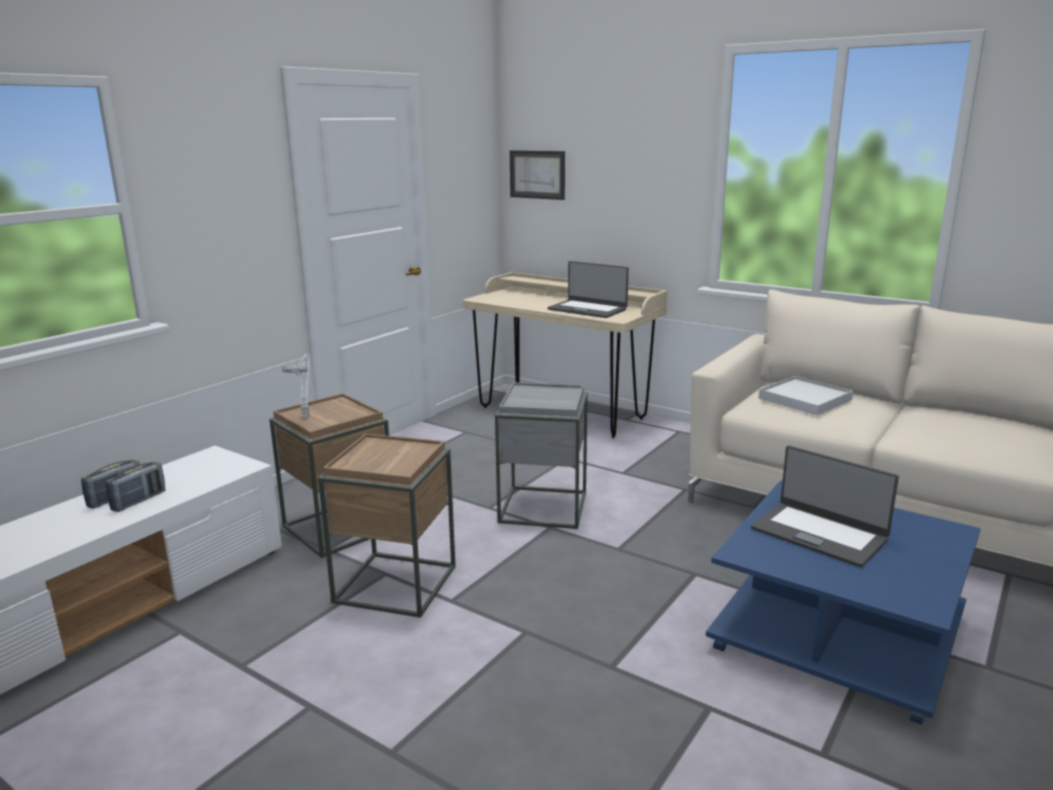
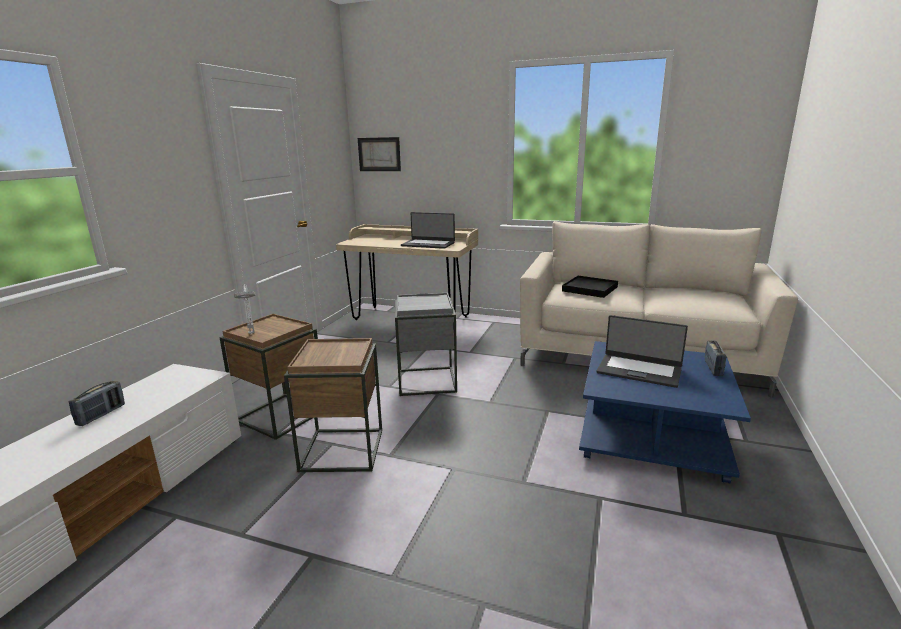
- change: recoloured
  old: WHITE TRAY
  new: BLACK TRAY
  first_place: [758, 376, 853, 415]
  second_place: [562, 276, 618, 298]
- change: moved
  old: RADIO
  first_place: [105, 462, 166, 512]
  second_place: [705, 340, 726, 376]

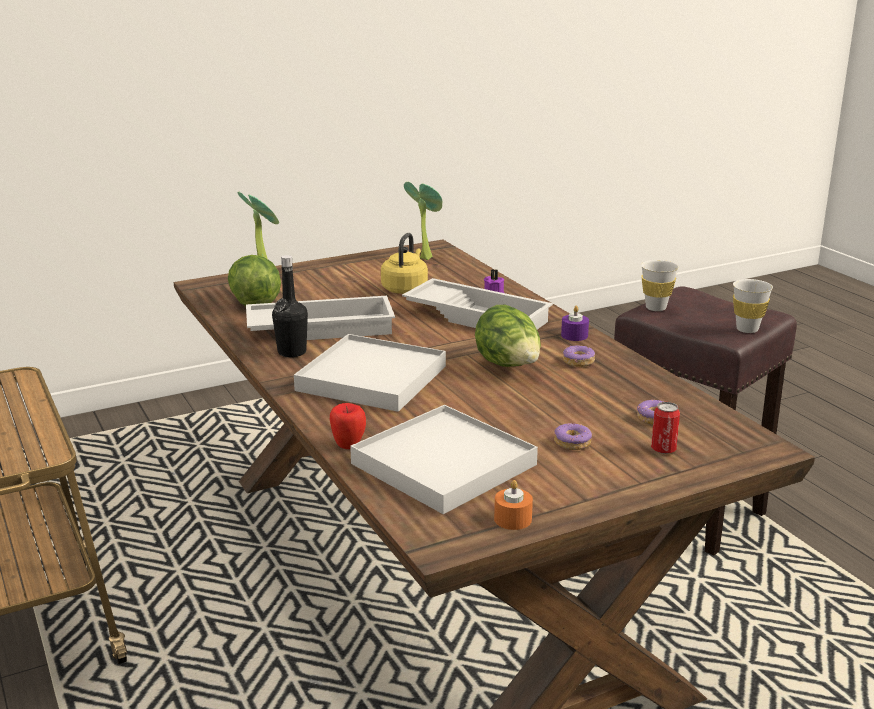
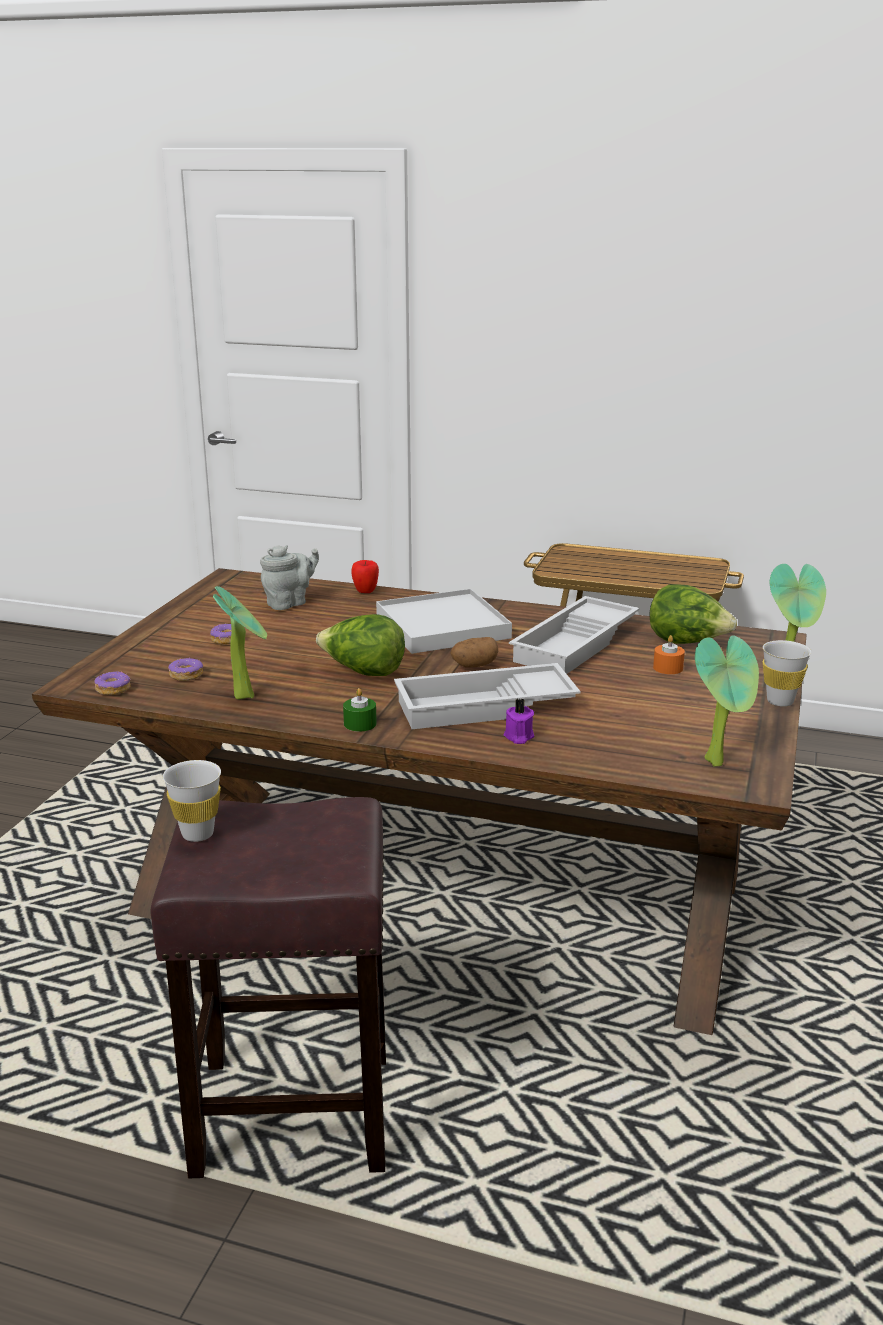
- change: moved
  old: DONUT
  first_place: [563, 345, 595, 367]
  second_place: [94, 672, 131, 695]
- change: added
  new: POTTED PLANT
  second_place: [213, 586, 267, 699]
- change: replaced
  old: WHITE TRAY
  new: GREY TEAPOT
  first_place: [350, 405, 538, 514]
  second_place: [260, 545, 319, 610]
- change: recoloured
  old: PURPLE CANDLE
  new: GREEN CANDLE
  first_place: [561, 306, 589, 341]
  second_place: [343, 688, 377, 732]
- change: added
  new: POTATO
  second_place: [451, 637, 498, 668]
- change: moved
  old: ORANGE CANDLE
  first_place: [494, 480, 533, 530]
  second_place: [653, 635, 685, 674]
- change: moved
  old: WHITE CUP
  first_place: [641, 260, 679, 311]
  second_place: [763, 640, 811, 707]
- change: removed
  old: BLACK BOTTLE
  first_place: [272, 255, 308, 357]
- change: removed
  old: YELLOW KETTLE
  first_place: [381, 233, 428, 294]
- change: removed
  old: CAN
  first_place: [651, 402, 680, 454]

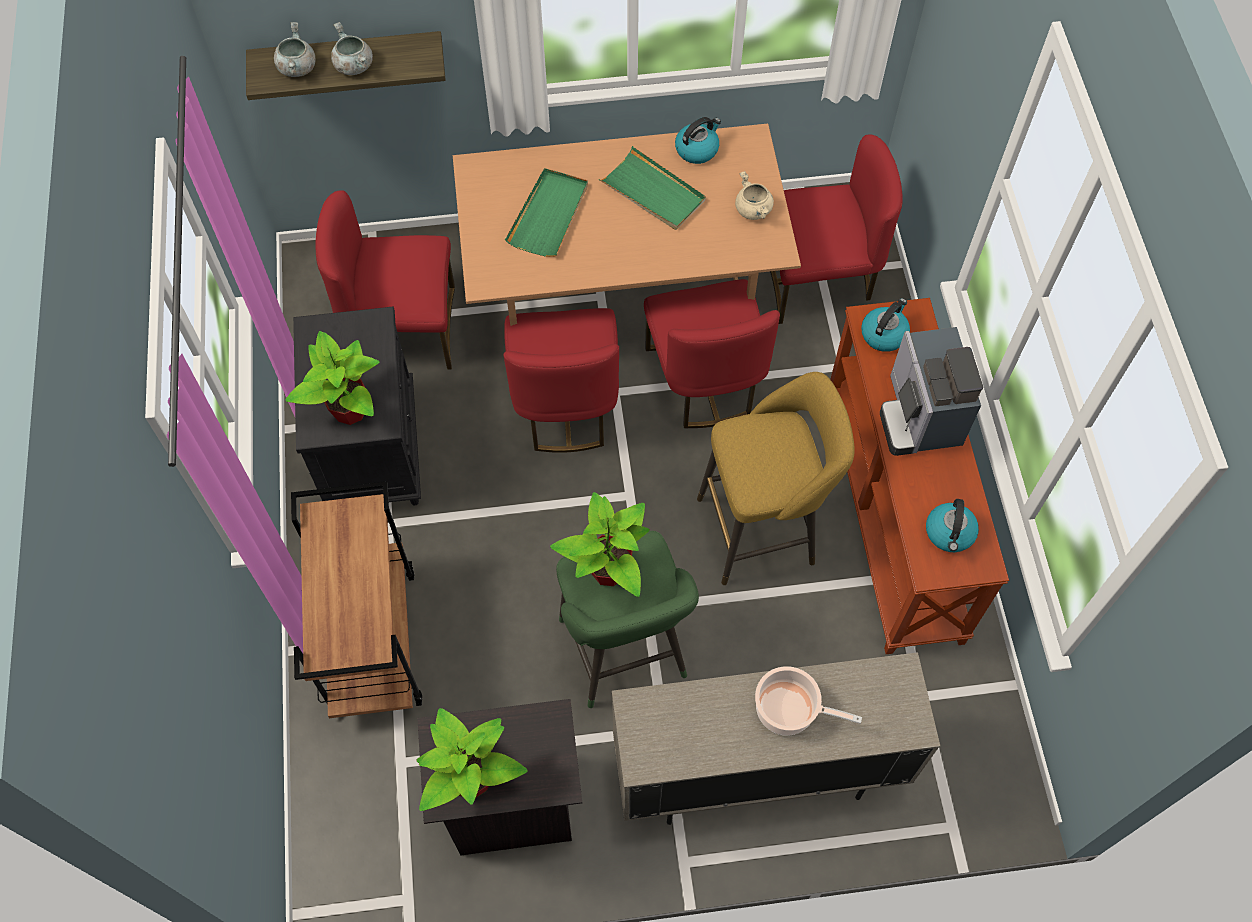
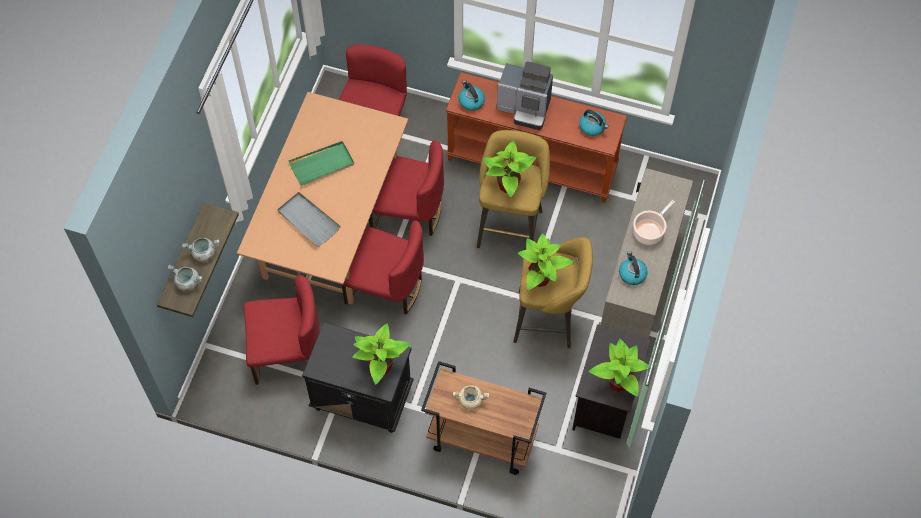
- change: turned
  old: RED CHAIR
  first_place: [316, 190, 455, 370]
  second_place: [243, 275, 320, 385]
  degrees: -120
- change: recoloured
  old: GREEN TRAY
  new: GREY TRAY
  first_place: [505, 168, 588, 257]
  second_place: [277, 192, 341, 247]
- change: moved
  old: BEIGE COOKING POT
  first_place: [735, 171, 774, 220]
  second_place: [453, 385, 489, 409]
- change: added
  new: POTTED PLANT
  second_place: [482, 141, 536, 197]
- change: recoloured
  old: GREEN STOOL
  new: YELLOW STOOL
  first_place: [556, 531, 699, 708]
  second_place: [513, 237, 593, 348]
- change: moved
  old: KETTLE
  first_place: [675, 117, 721, 164]
  second_place: [619, 251, 648, 285]

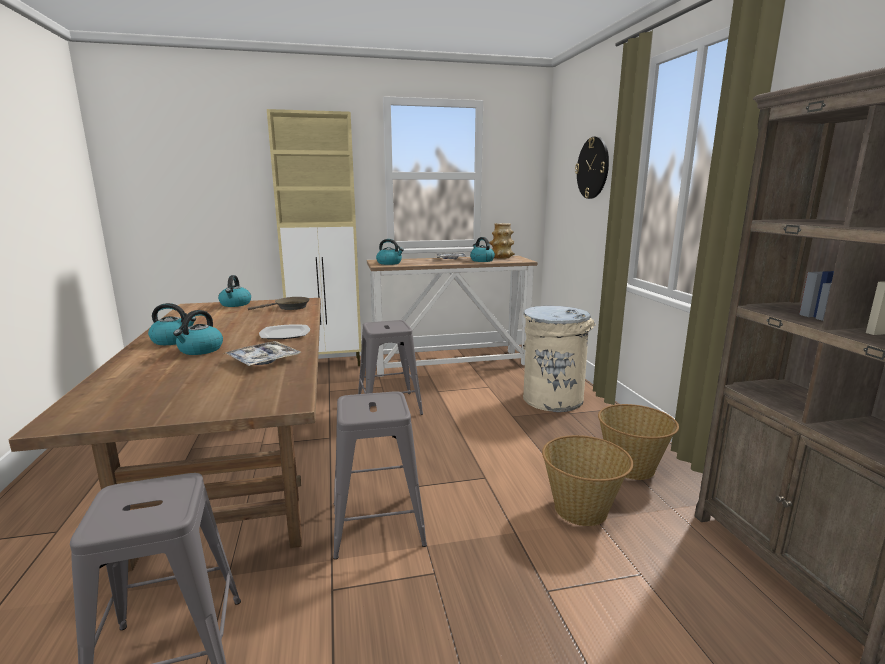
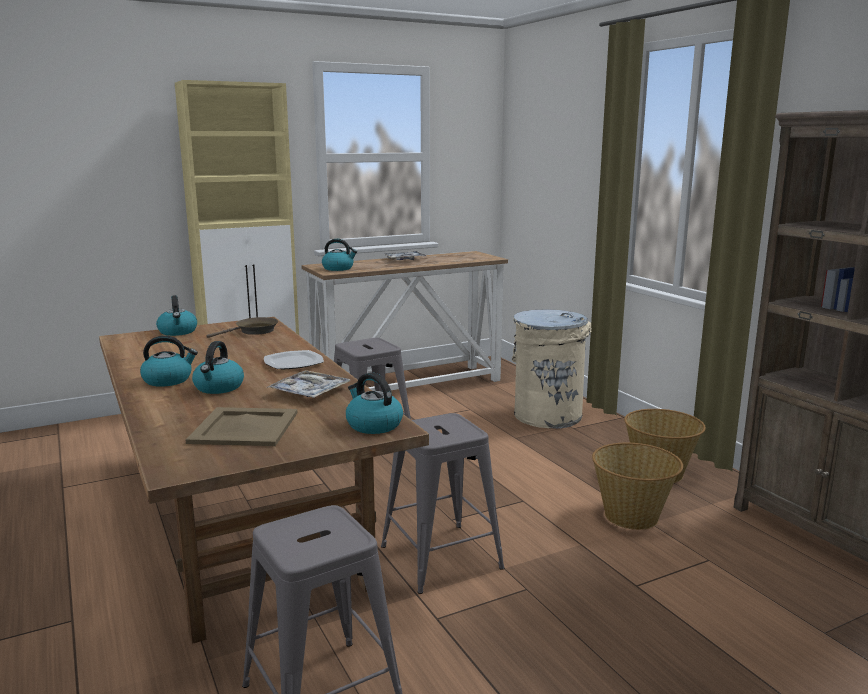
- change: added
  new: BEIGE TRAY
  second_place: [185, 407, 297, 446]
- change: moved
  old: KETTLE
  first_place: [470, 237, 495, 262]
  second_place: [346, 373, 403, 434]
- change: removed
  old: VASE
  first_place: [489, 223, 515, 259]
- change: removed
  old: WALL CLOCK
  first_place: [575, 137, 609, 199]

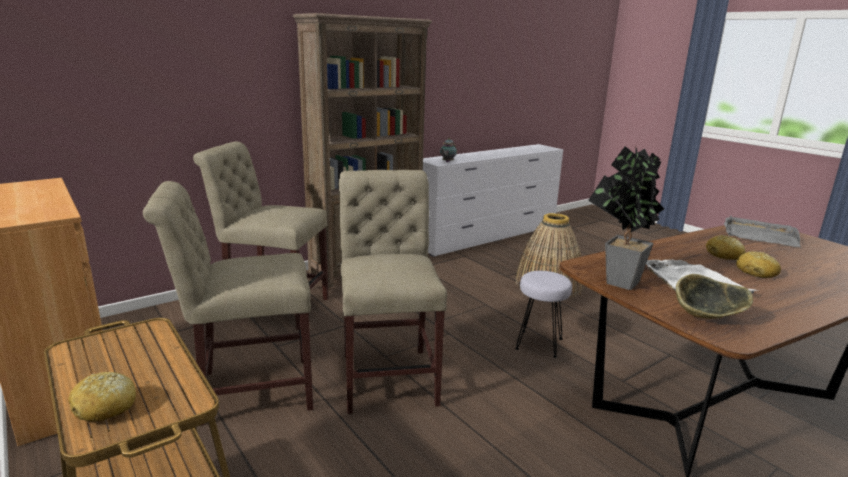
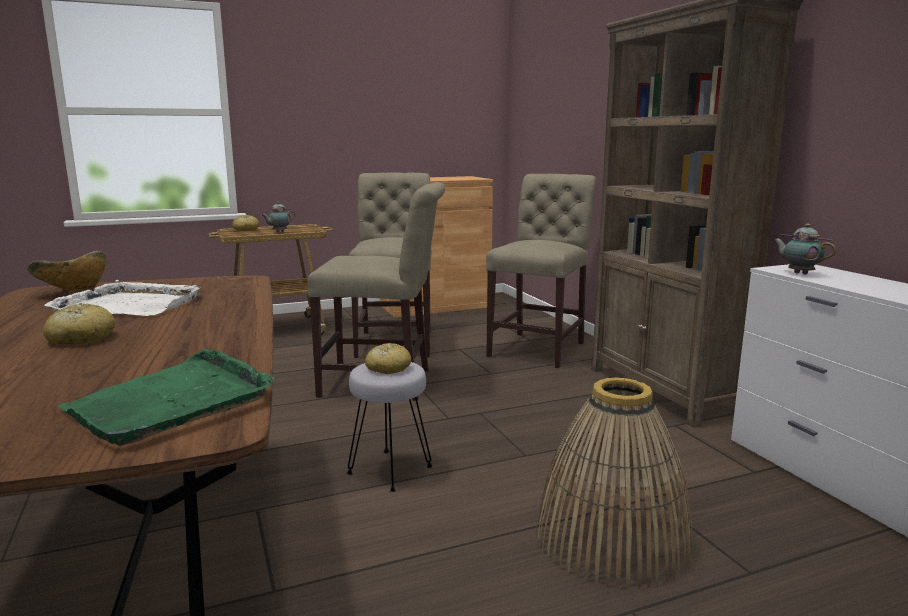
- change: recoloured
  old: GREY TRAY
  new: GREEN TRAY
  first_place: [724, 216, 801, 247]
  second_place: [58, 349, 274, 446]
- change: added
  new: TEAPOT
  second_place: [261, 202, 296, 232]
- change: moved
  old: BREAD
  first_place: [706, 235, 745, 260]
  second_place: [365, 343, 411, 374]
- change: removed
  old: POTTED PLANT
  first_place: [588, 146, 664, 290]

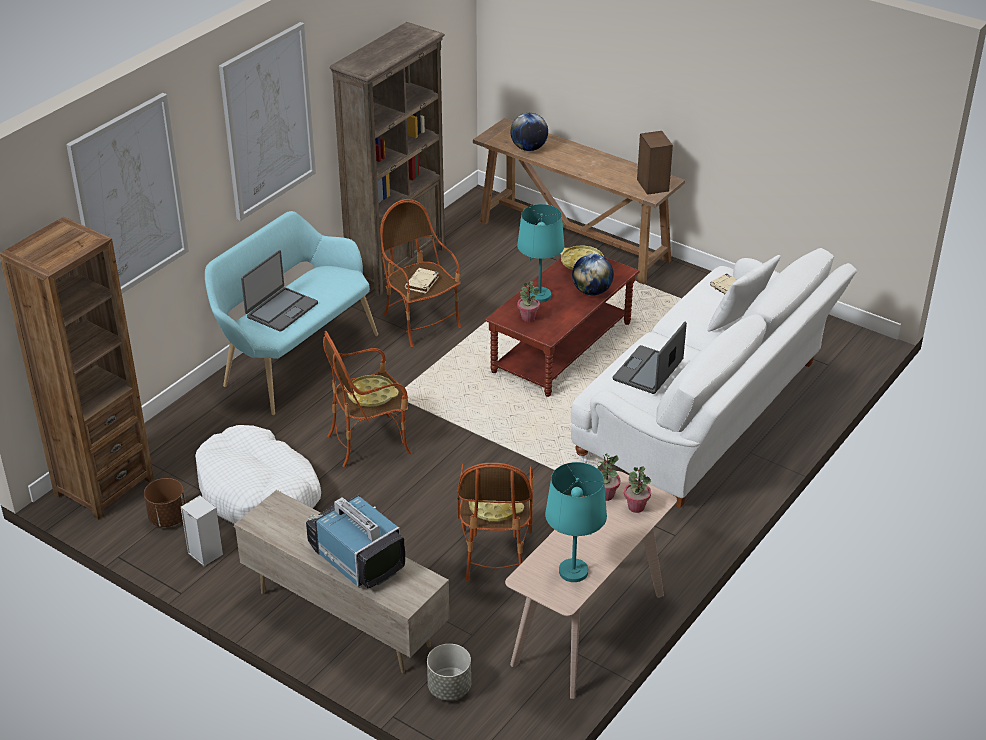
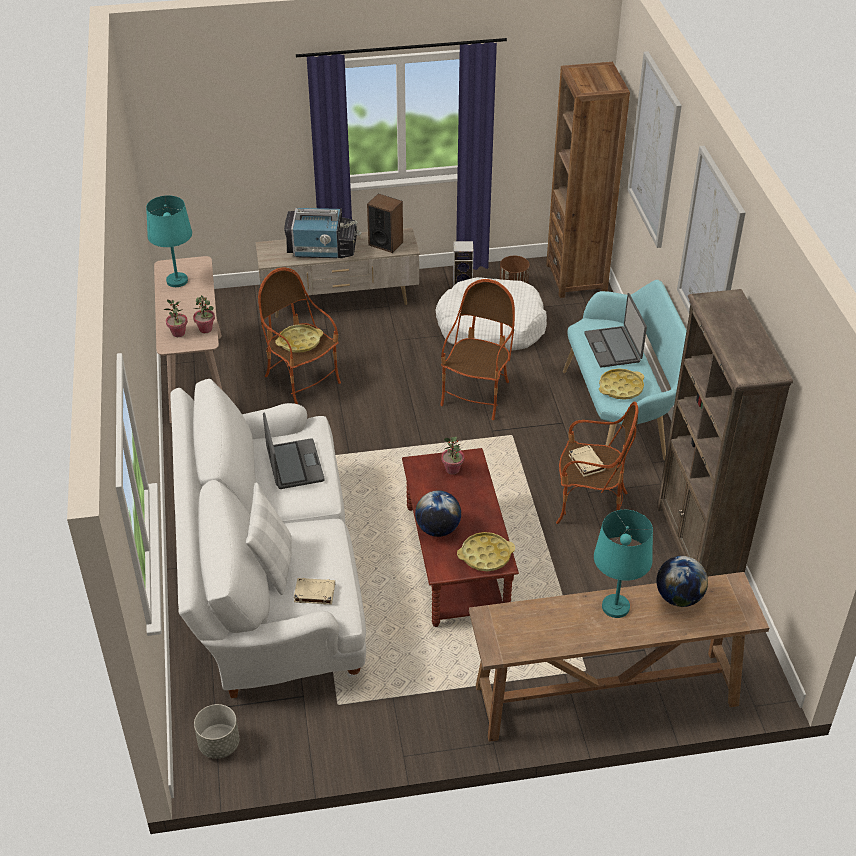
- change: moved
  old: GREY PLANTER
  first_place: [427, 644, 471, 700]
  second_place: [194, 704, 239, 759]
- change: moved
  old: SPEAKER
  first_place: [637, 131, 673, 195]
  second_place: [367, 194, 403, 253]
- change: moved
  old: TURQUOISE TABLE LAMP
  first_place: [517, 204, 565, 302]
  second_place: [594, 510, 653, 618]
- change: moved
  old: YELLOW TRAY
  first_place: [344, 375, 399, 407]
  second_place: [599, 369, 644, 400]

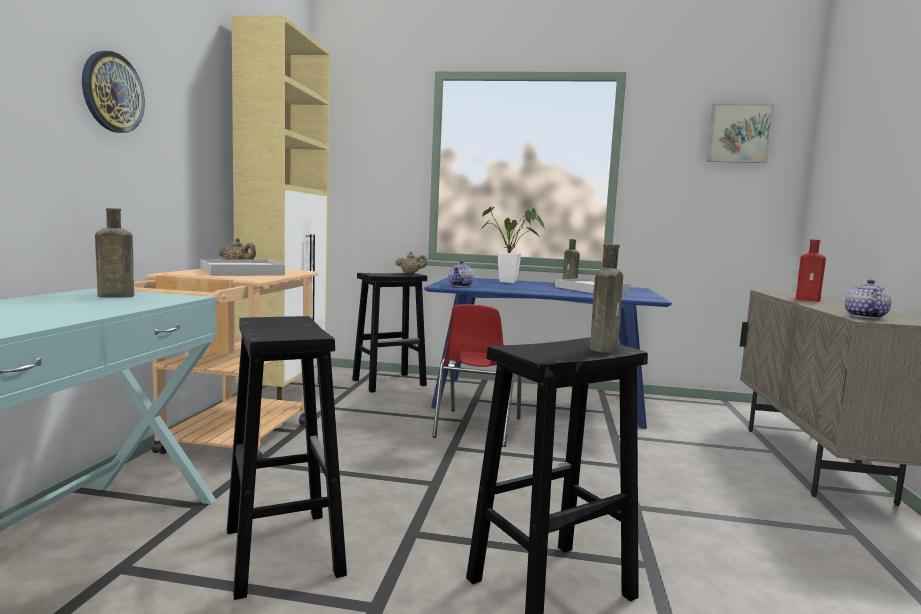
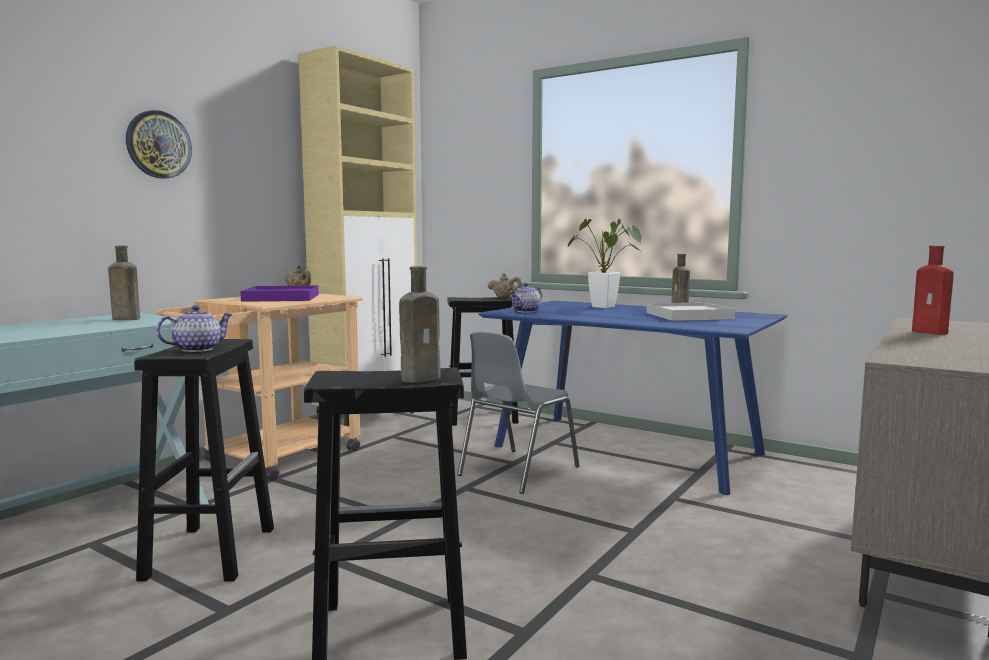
- change: moved
  old: TEAPOT
  first_place: [845, 279, 892, 319]
  second_place: [156, 305, 233, 352]
- change: recoloured
  old: WHITE TRAY
  new: PURPLE TRAY
  first_place: [200, 259, 285, 276]
  second_place: [240, 286, 319, 302]
- change: recoloured
  old: RED CHAIR
  new: GREY CHAIR
  first_place: [432, 304, 522, 447]
  second_place: [457, 332, 580, 494]
- change: removed
  old: PICTURE
  first_place: [706, 104, 774, 163]

